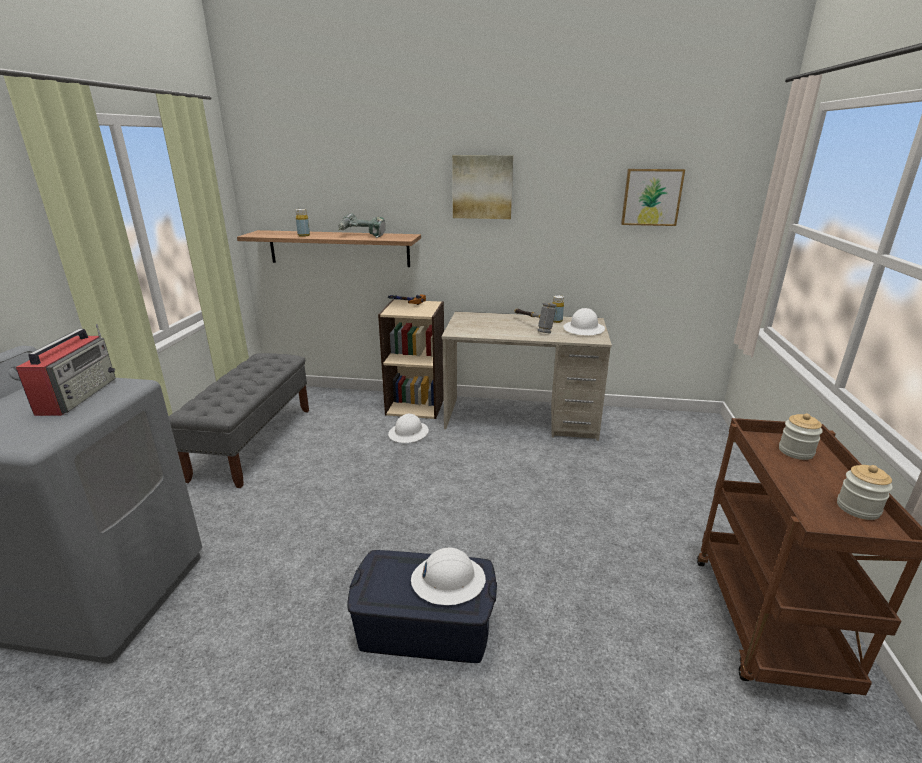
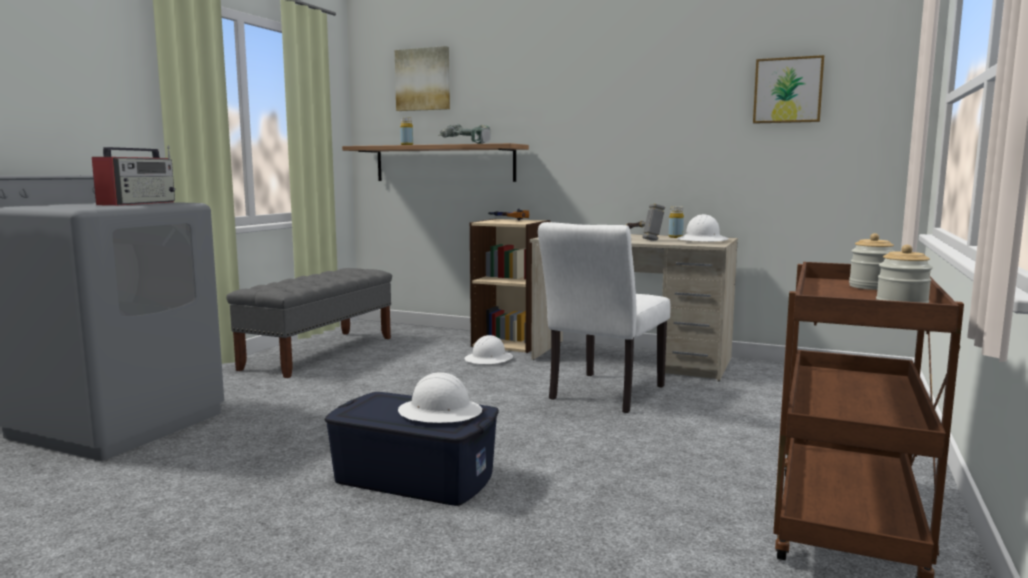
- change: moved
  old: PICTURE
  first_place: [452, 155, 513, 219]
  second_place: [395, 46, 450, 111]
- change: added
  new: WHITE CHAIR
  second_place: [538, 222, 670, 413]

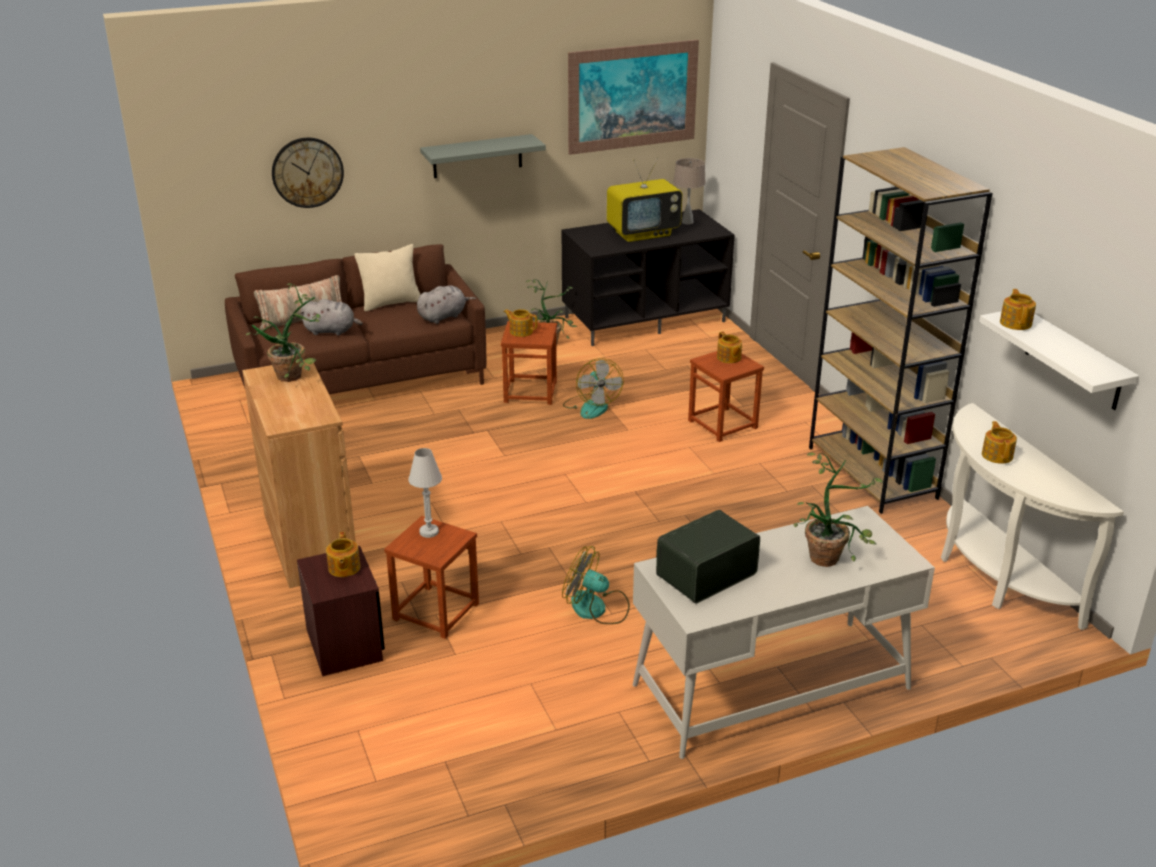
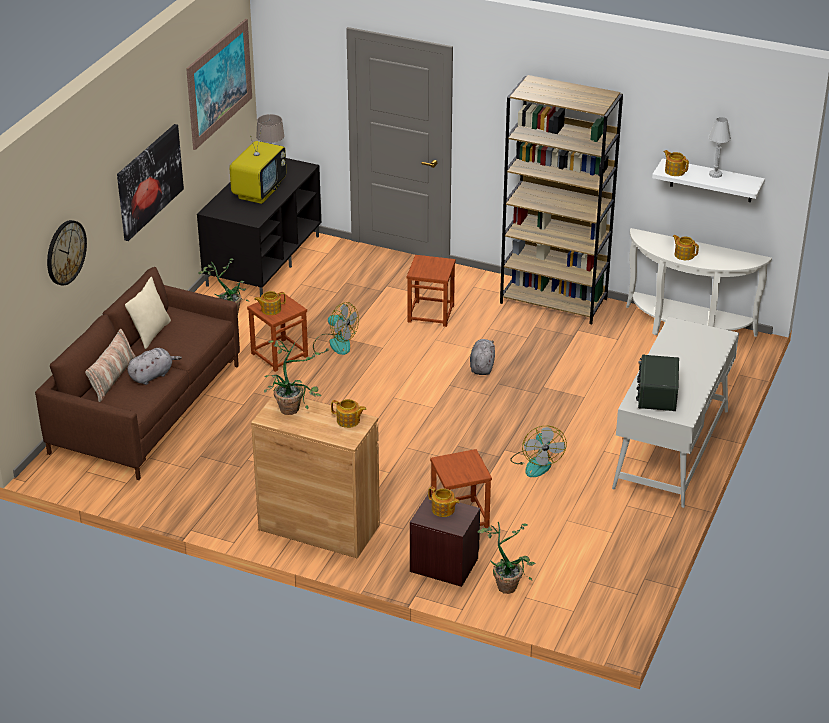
- change: replaced
  old: GREY SHELF
  new: PICTURE
  first_place: [420, 134, 546, 178]
  second_place: [117, 124, 184, 241]
- change: moved
  old: TEAPOT
  first_place: [717, 332, 742, 363]
  second_place: [331, 399, 367, 428]
- change: moved
  old: GREY PLUSH TOY
  first_place: [417, 285, 476, 324]
  second_place: [470, 339, 495, 375]
- change: moved
  old: POTTED PLANT
  first_place: [794, 452, 884, 567]
  second_place: [478, 522, 535, 594]
- change: turned
  old: FAN
  first_place: [562, 546, 630, 624]
  second_place: [510, 426, 567, 477]
  degrees: -75
- change: moved
  old: WHITE TABLE LAMP
  first_place: [408, 448, 442, 538]
  second_place: [709, 117, 731, 178]

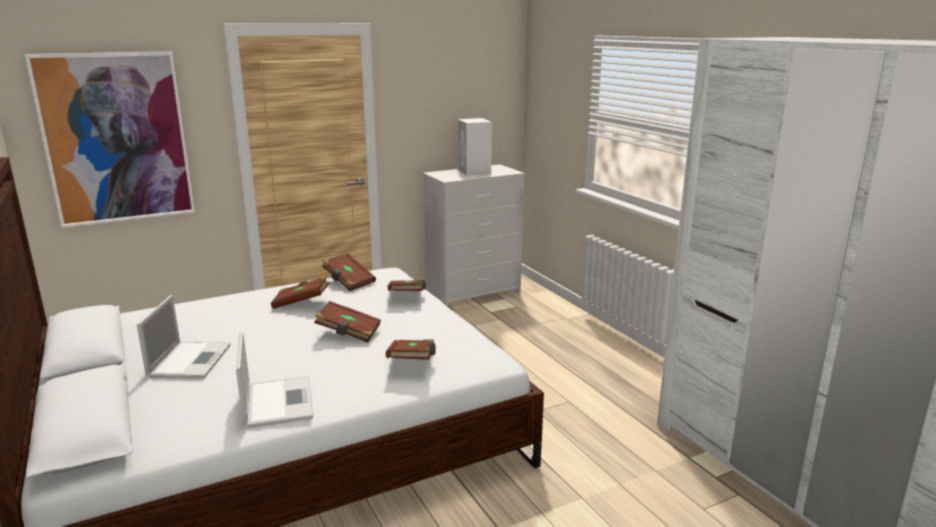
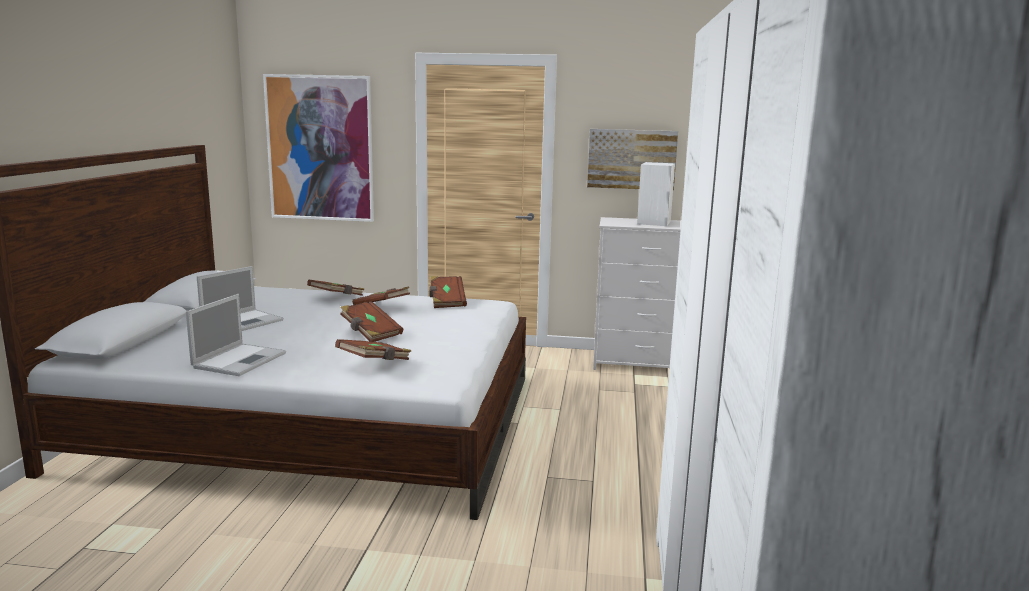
- change: moved
  old: BROWN BOOK
  first_place: [388, 279, 426, 291]
  second_place: [307, 280, 364, 296]
- change: added
  new: PICTURE
  second_place: [587, 129, 678, 191]

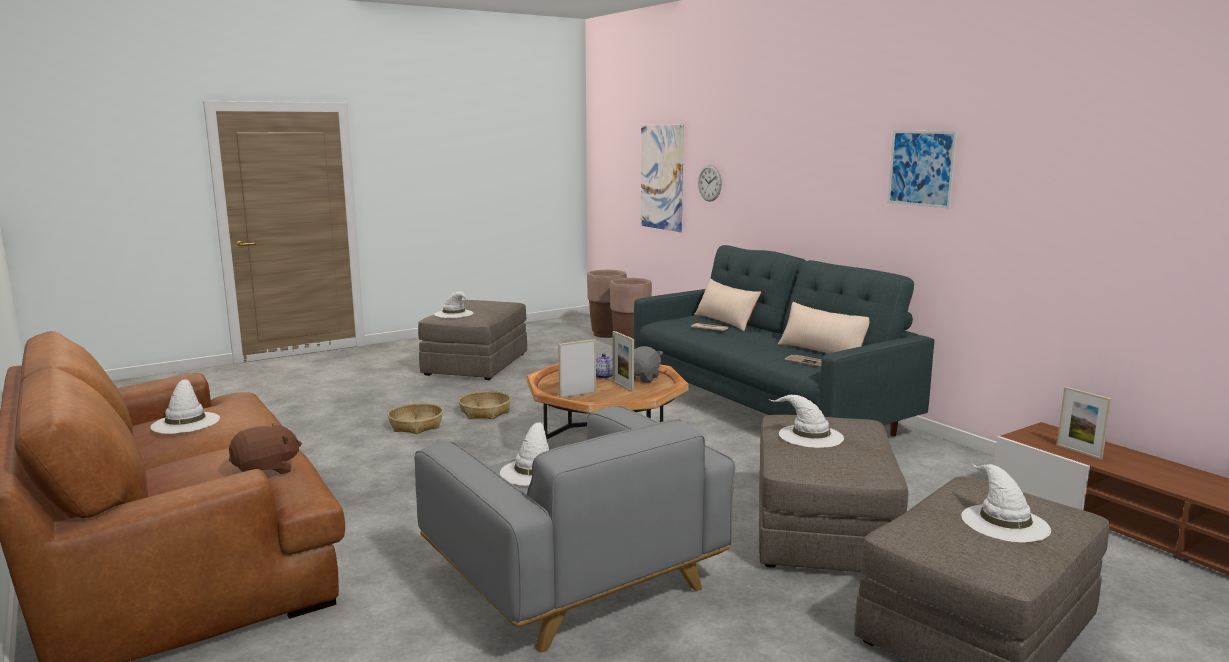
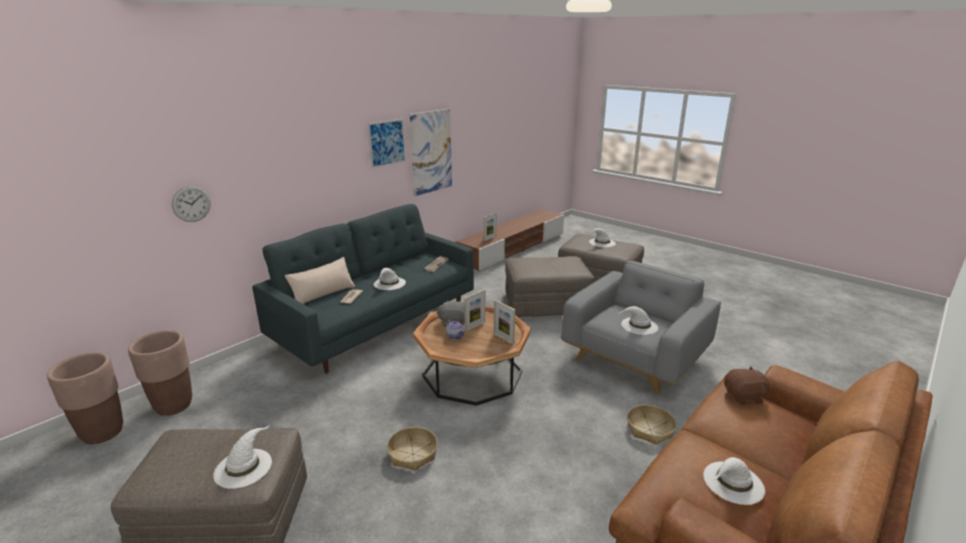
- change: moved
  old: WHITE HAT
  first_place: [769, 395, 844, 448]
  second_place: [374, 268, 406, 290]
- change: moved
  old: PICTURE
  first_place: [641, 125, 684, 232]
  second_place: [410, 109, 452, 196]
- change: moved
  old: BASKET
  first_place: [388, 403, 443, 434]
  second_place: [627, 405, 677, 445]
- change: turned
  old: BROWN PLUSH TOY
  first_place: [229, 423, 302, 474]
  second_place: [724, 367, 770, 405]
  degrees: 135
- change: removed
  old: BEIGE PILLOW
  first_place: [778, 302, 869, 354]

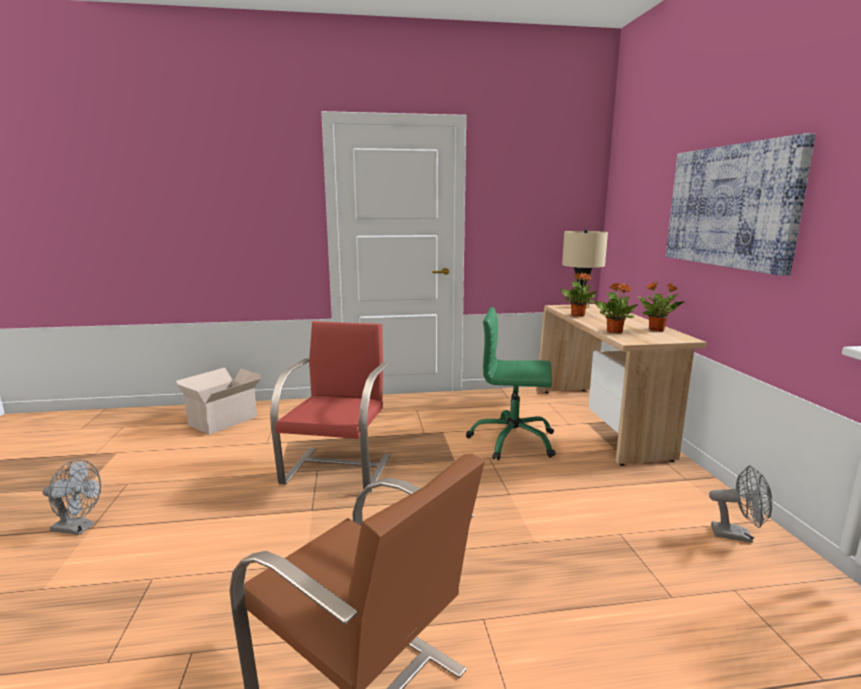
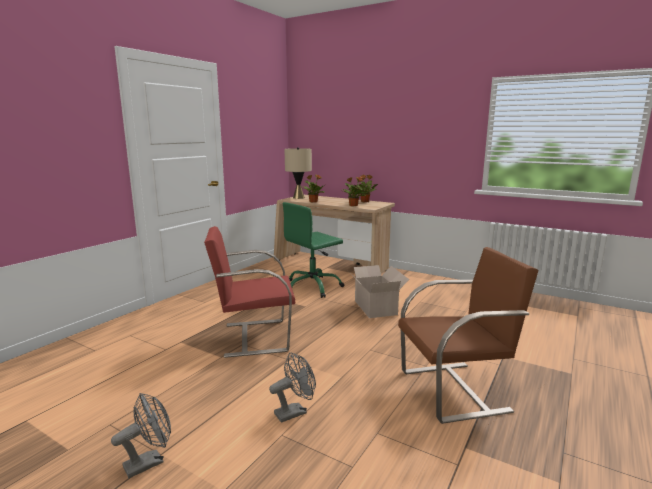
- change: turned
  old: RED CHAIR
  first_place: [270, 321, 391, 492]
  second_place: [204, 226, 295, 358]
  degrees: -60
- change: moved
  old: GREY FAN
  first_place: [709, 465, 773, 543]
  second_place: [269, 352, 316, 423]
- change: moved
  old: CARDBOARD BOX
  first_place: [176, 368, 261, 435]
  second_place: [346, 265, 409, 318]
- change: removed
  old: PICTURE
  first_place: [666, 133, 816, 276]

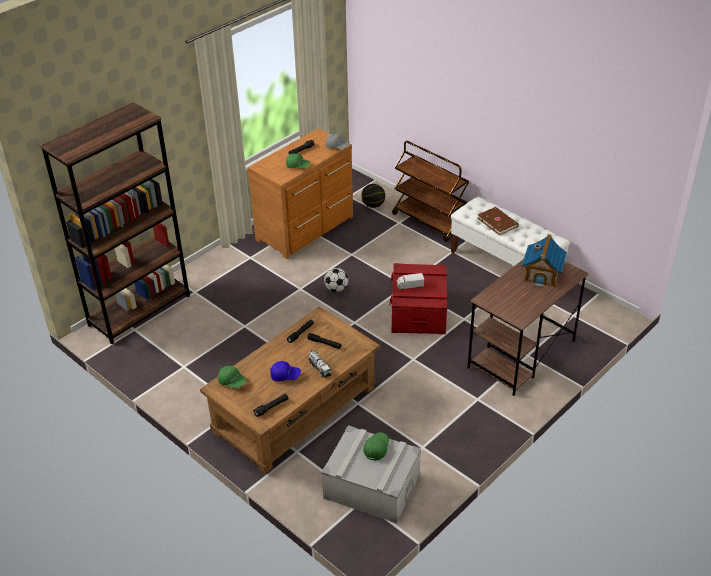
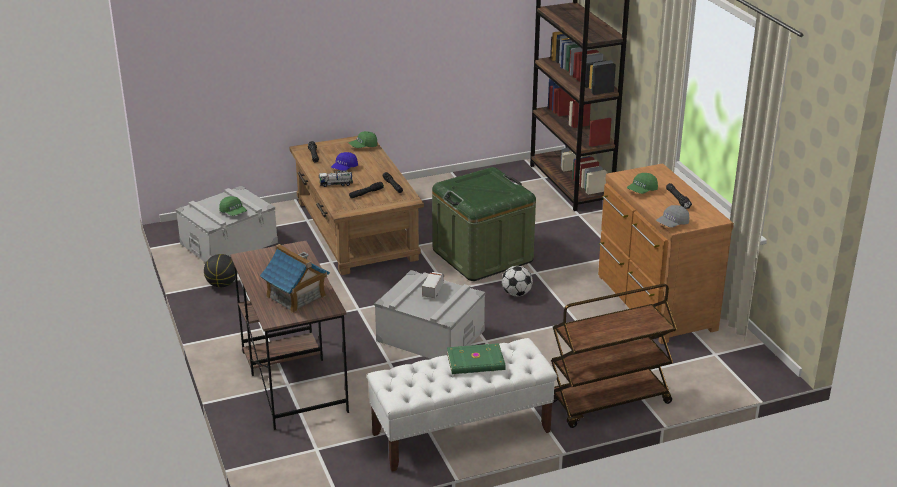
- change: moved
  old: BASKETBALL
  first_place: [361, 184, 385, 208]
  second_place: [204, 254, 238, 287]
- change: recoloured
  old: RED STORAGE BOX
  new: GREY STORAGE BOX
  first_place: [389, 263, 447, 334]
  second_place: [374, 270, 485, 359]
- change: added
  new: GREEN STORAGE BOX
  second_place: [432, 167, 536, 281]
- change: recoloured
  old: BROWN BOOK
  new: GREEN BOOK
  first_place: [477, 207, 519, 235]
  second_place: [447, 343, 505, 374]

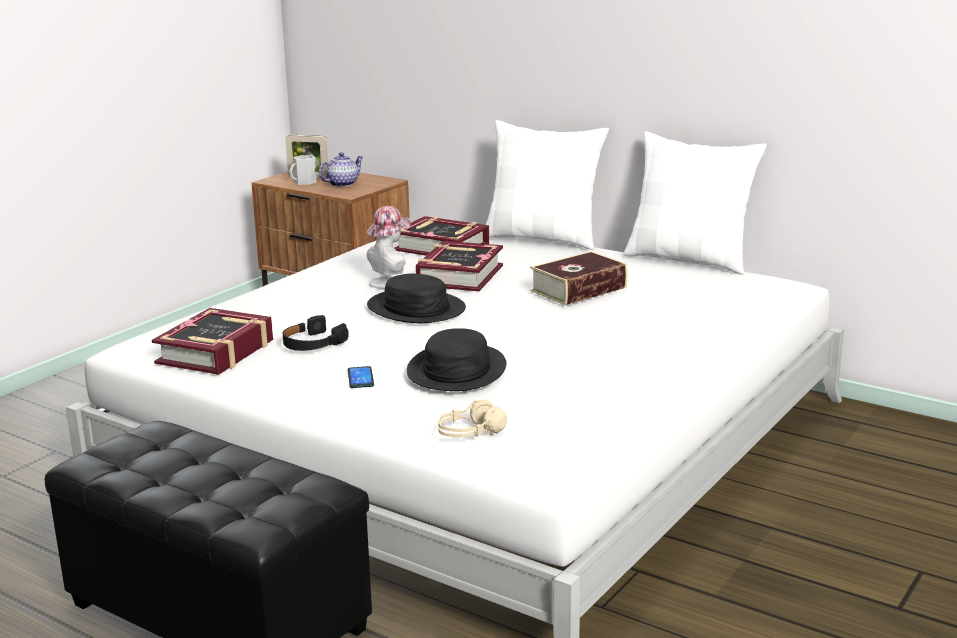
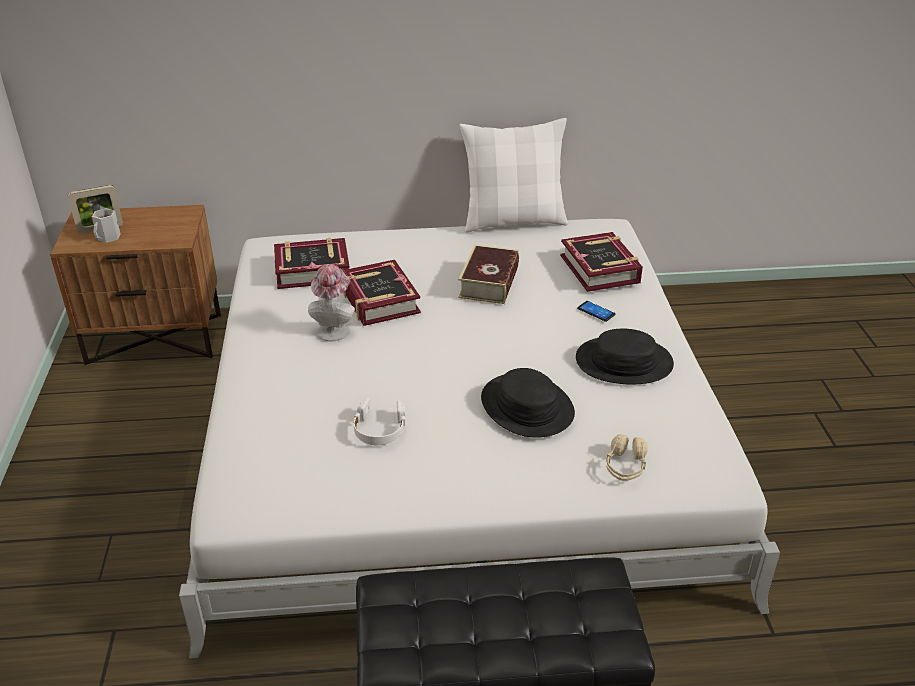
- change: recoloured
  old: BLACK HEADPHONES
  new: WHITE HEADPHONES
  first_place: [283, 315, 349, 351]
  second_place: [353, 398, 405, 445]
- change: moved
  old: BOOK
  first_place: [152, 308, 273, 375]
  second_place: [560, 232, 643, 292]
- change: moved
  old: BLACK HAT
  first_place: [367, 273, 466, 323]
  second_place: [576, 329, 674, 384]
- change: moved
  old: PHONE
  first_place: [348, 366, 374, 388]
  second_place: [577, 301, 616, 322]
- change: removed
  old: TEAPOT
  first_place: [319, 152, 363, 187]
- change: removed
  old: WHITE PILLOW
  first_place: [486, 120, 609, 250]

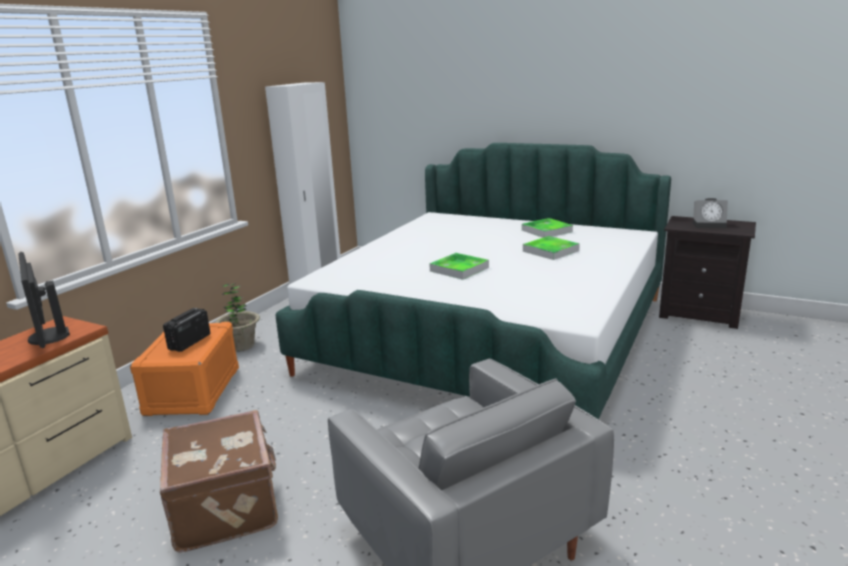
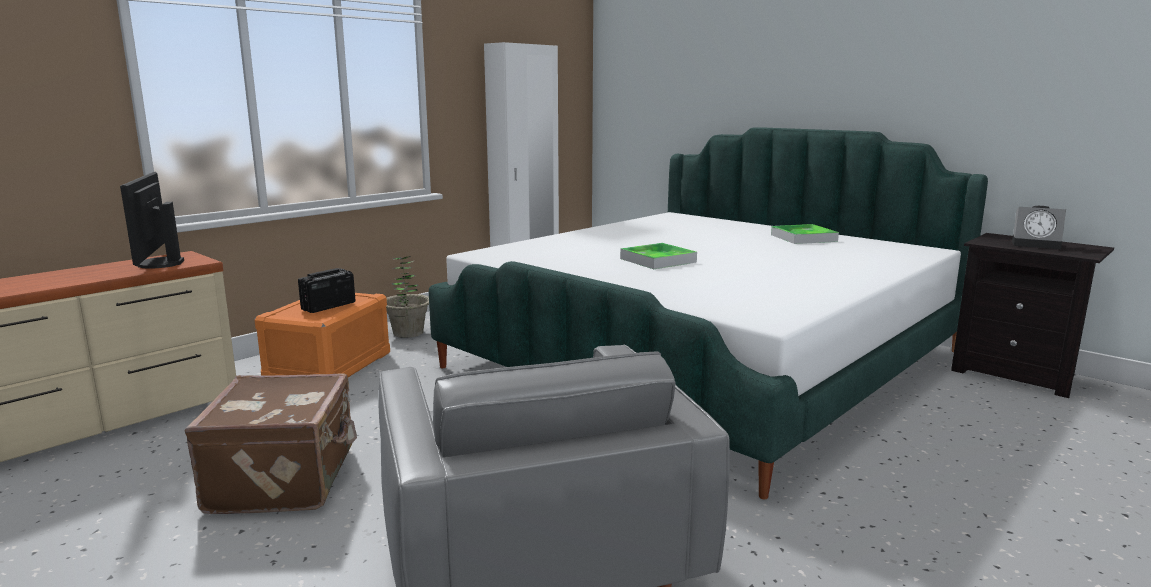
- change: removed
  old: TRAY
  first_place: [523, 236, 580, 260]

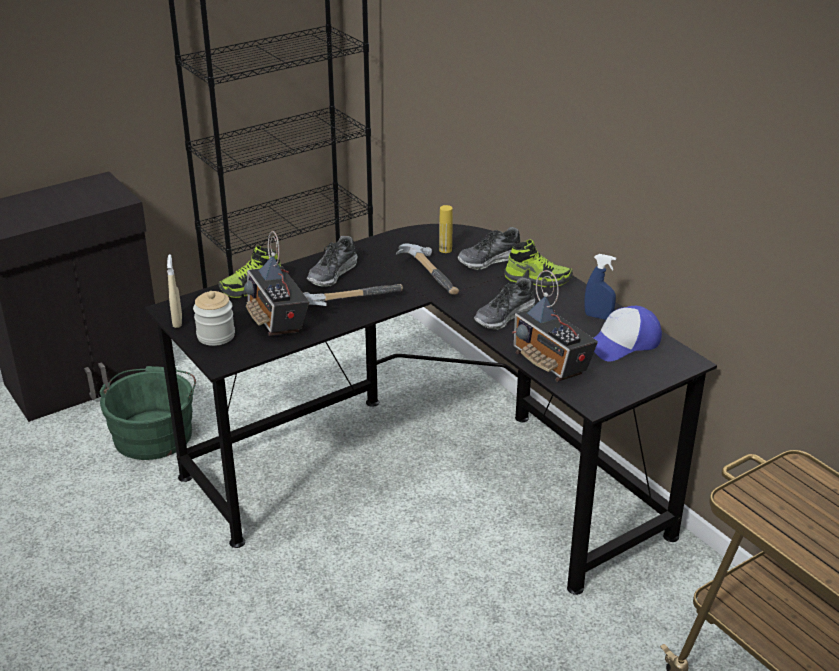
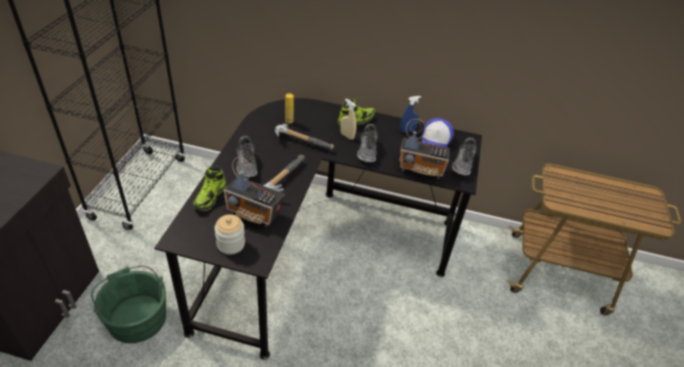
- change: moved
  old: BEIGE SPRAY BOTTLE
  first_place: [167, 254, 182, 328]
  second_place: [340, 99, 357, 140]
- change: moved
  old: SHOE
  first_place: [458, 227, 520, 270]
  second_place: [452, 138, 477, 176]

